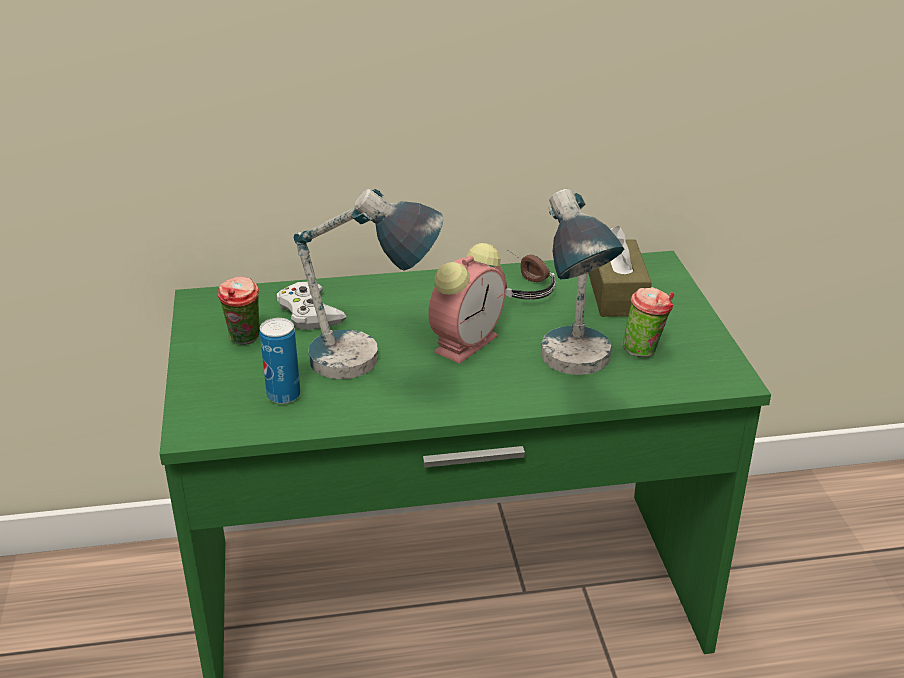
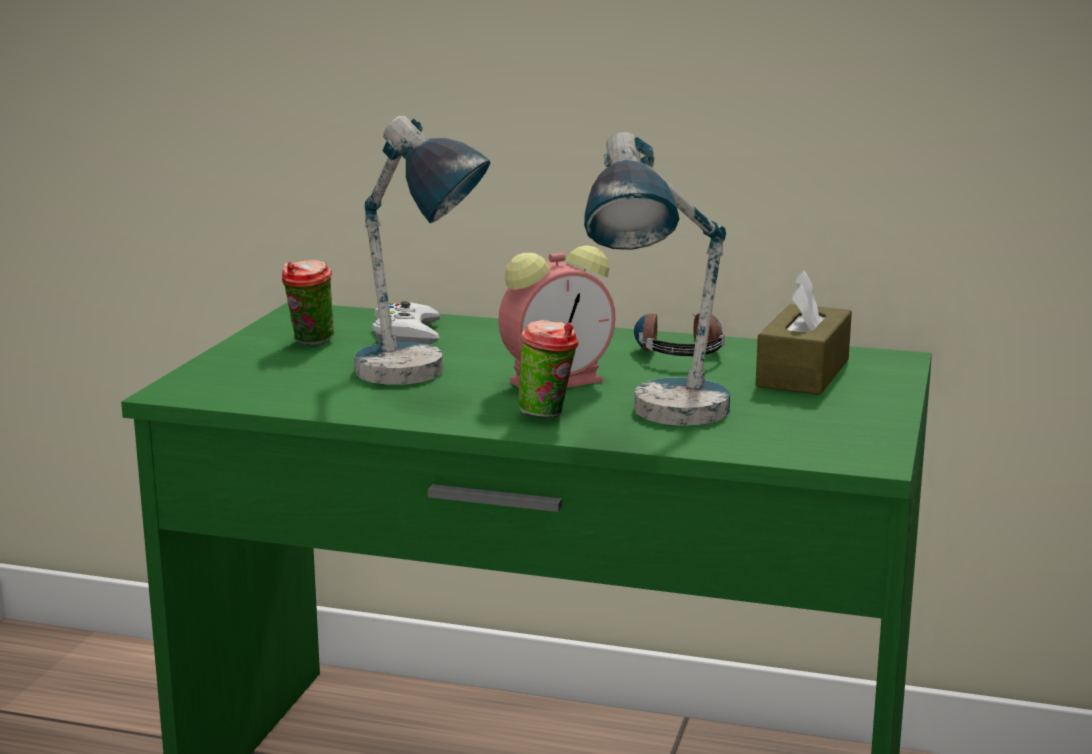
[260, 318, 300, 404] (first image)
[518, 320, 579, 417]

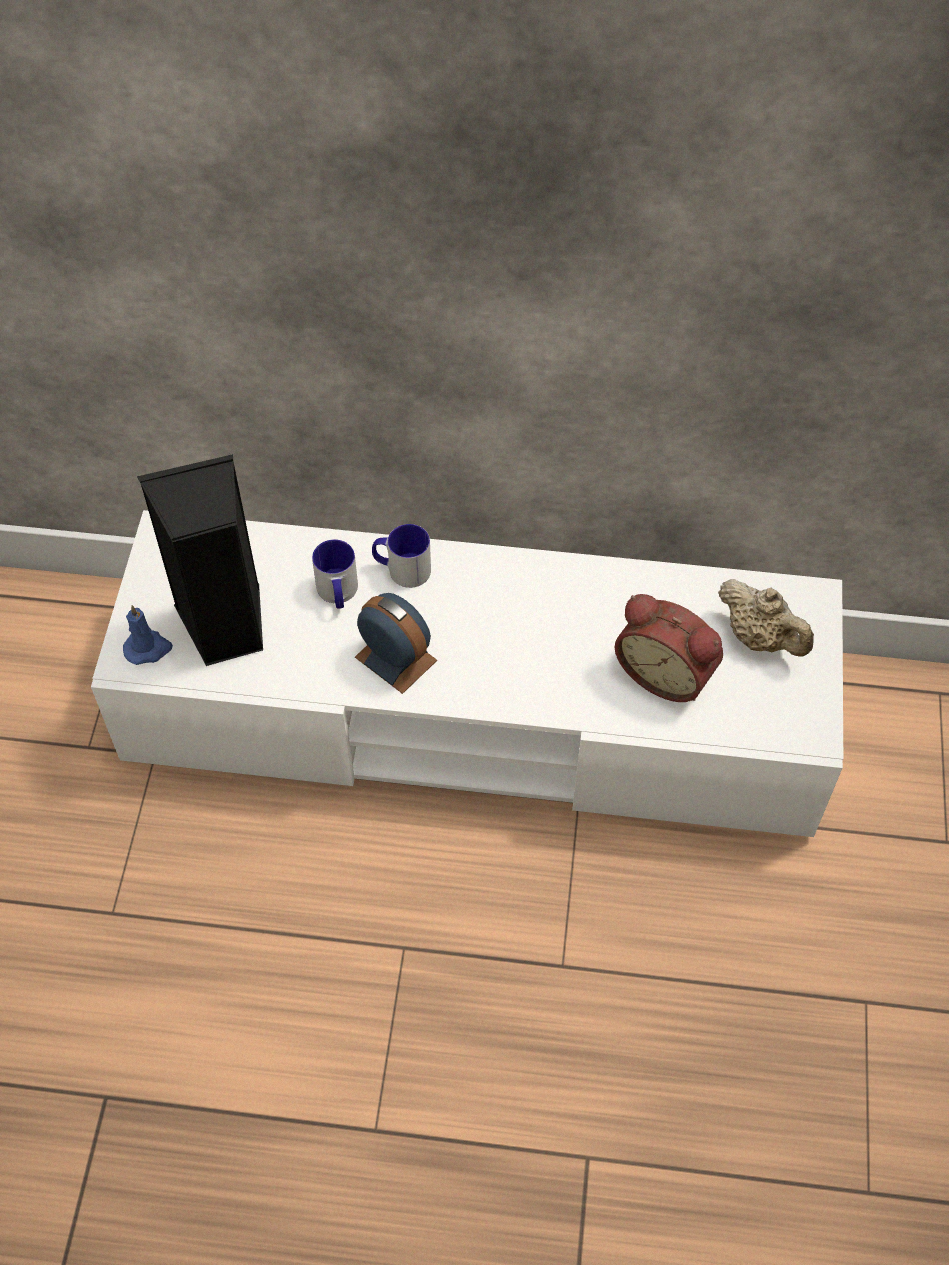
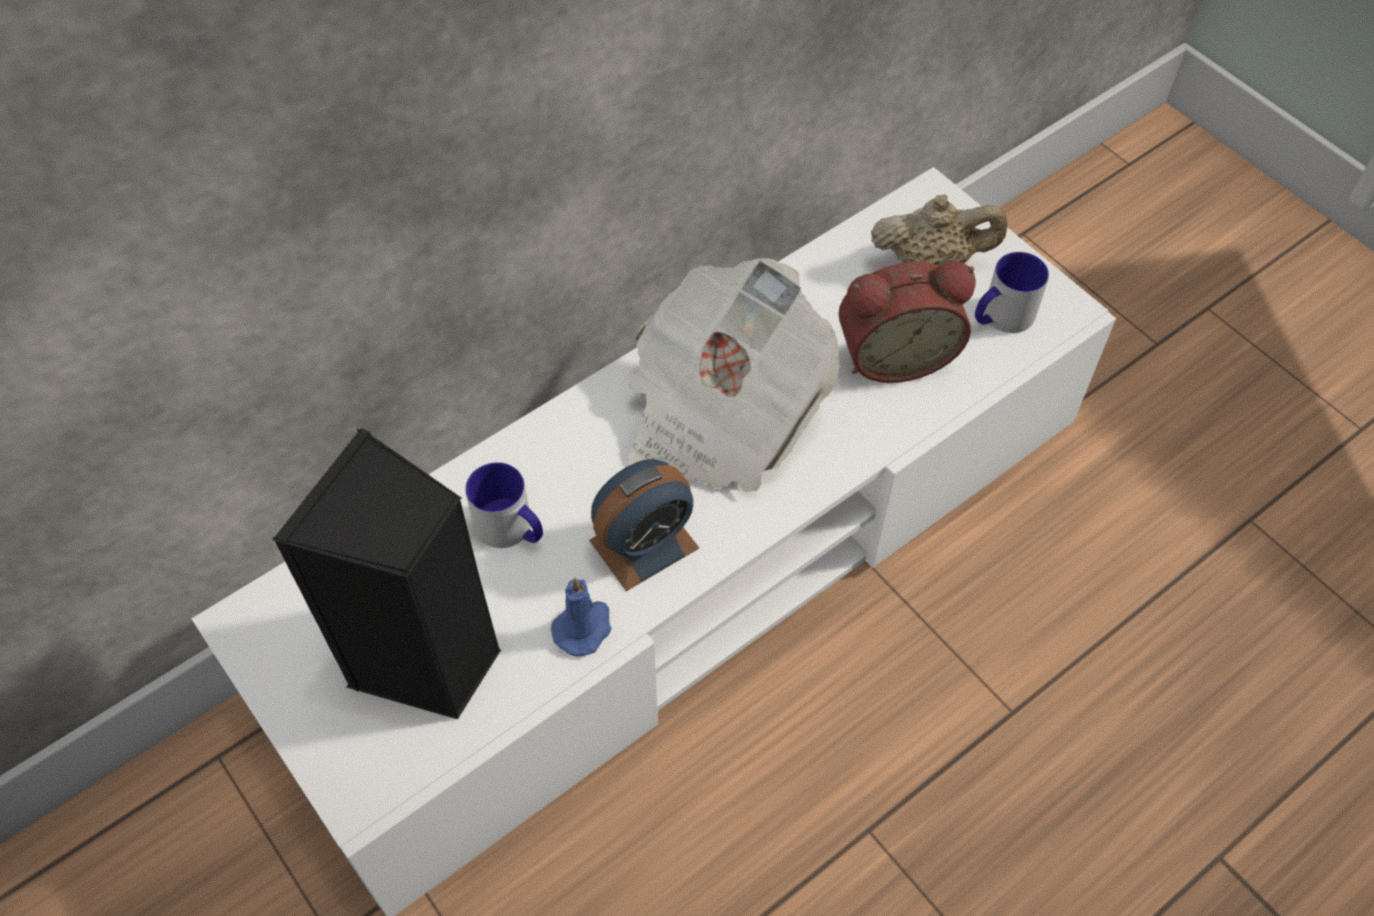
[629, 258, 840, 492]
[551, 578, 612, 657]
[975, 252, 1049, 333]
[589, 459, 699, 591]

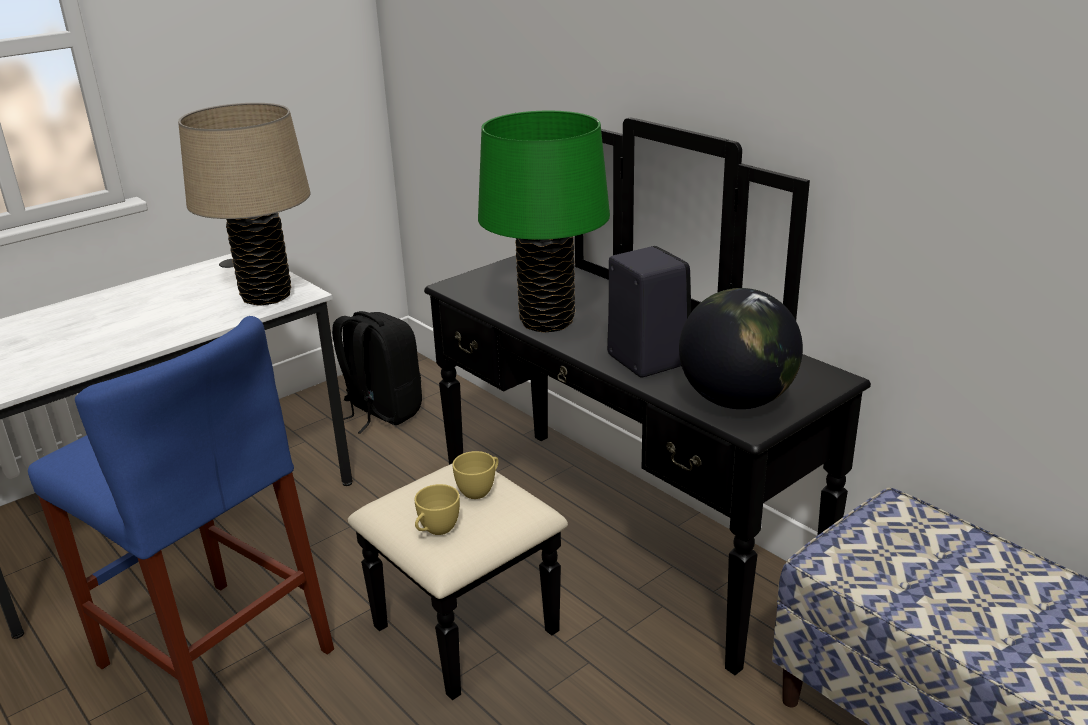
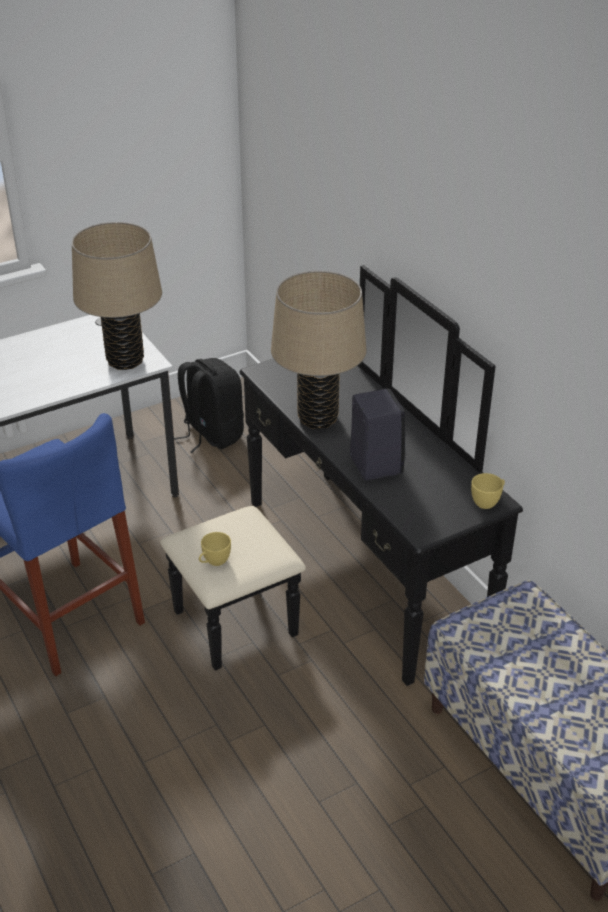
[679, 288, 803, 409] (first image)
[471, 473, 505, 509]
[271, 271, 367, 429]

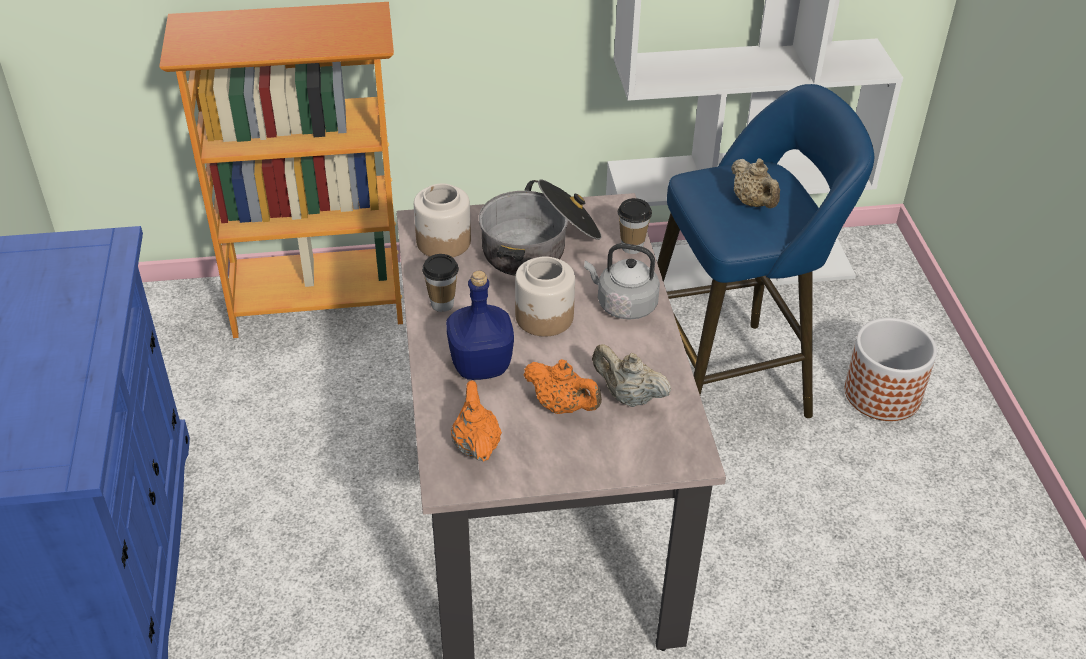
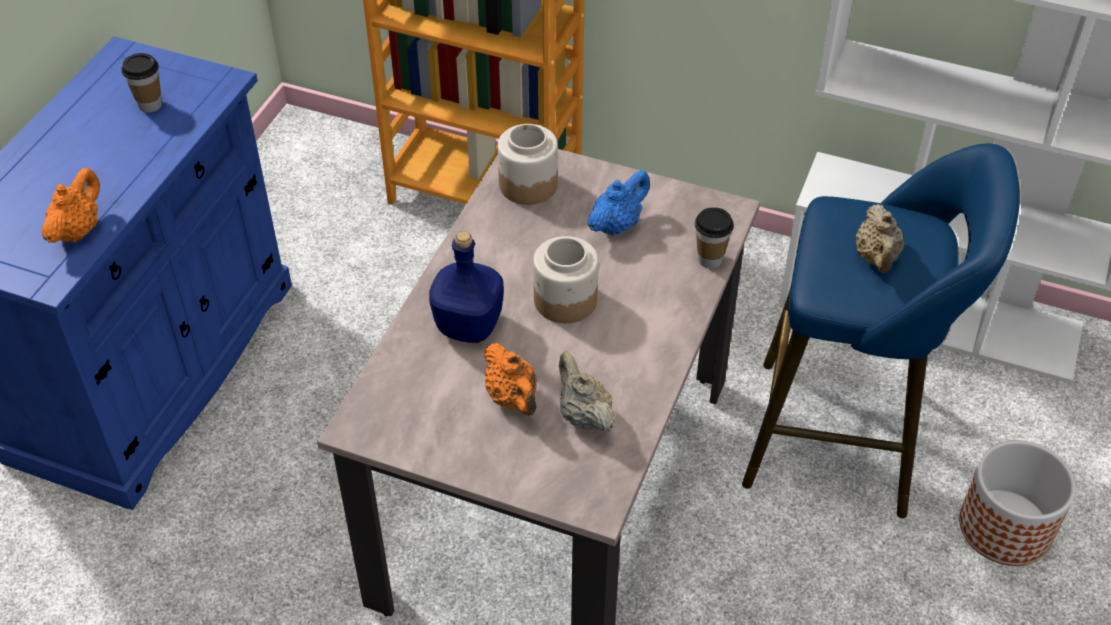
[584, 243, 660, 320] (first image)
[121, 53, 162, 113]
[42, 168, 100, 243]
[587, 170, 650, 236]

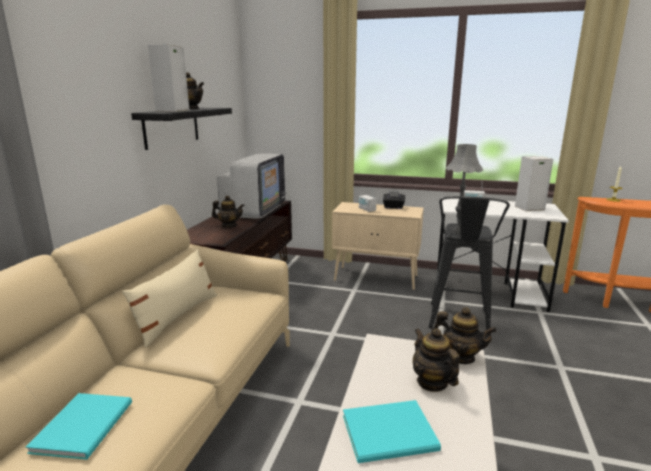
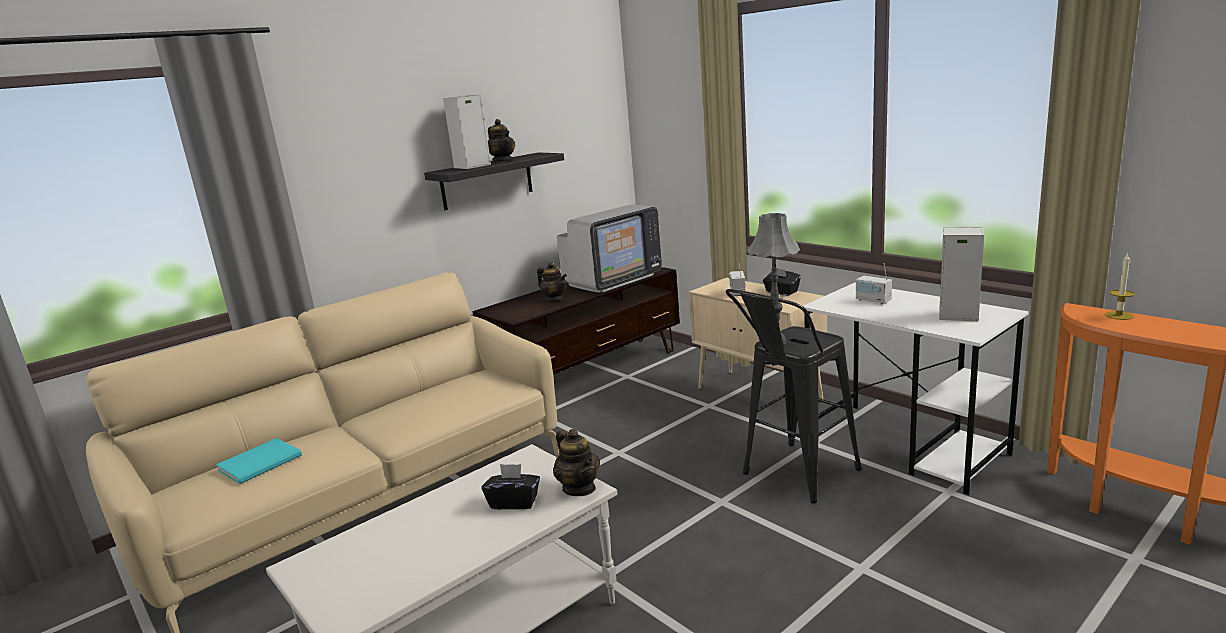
[122, 249, 217, 348] (first image)
[343, 400, 441, 463] (first image)
[482, 464, 540, 509]

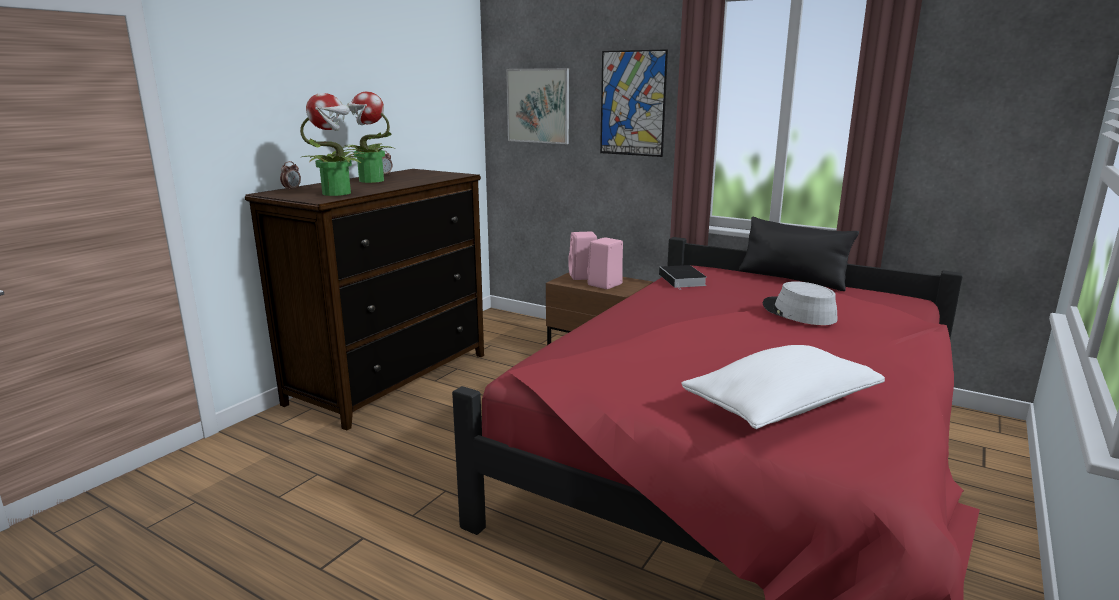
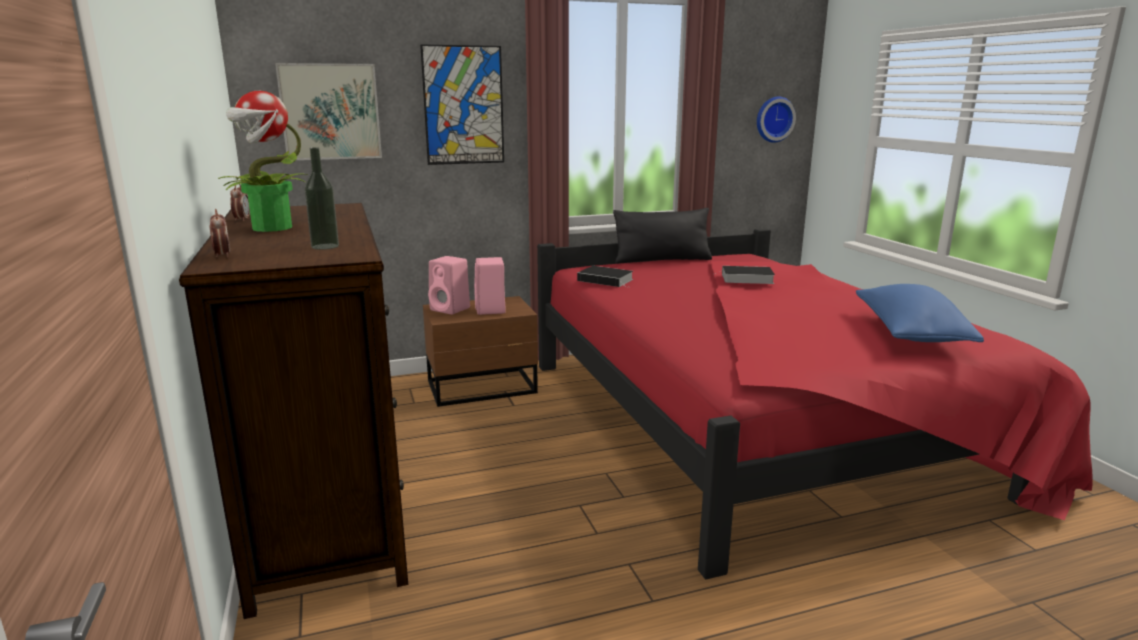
[757, 96, 796, 143]
[305, 147, 339, 250]
[715, 266, 775, 284]
[856, 284, 984, 342]

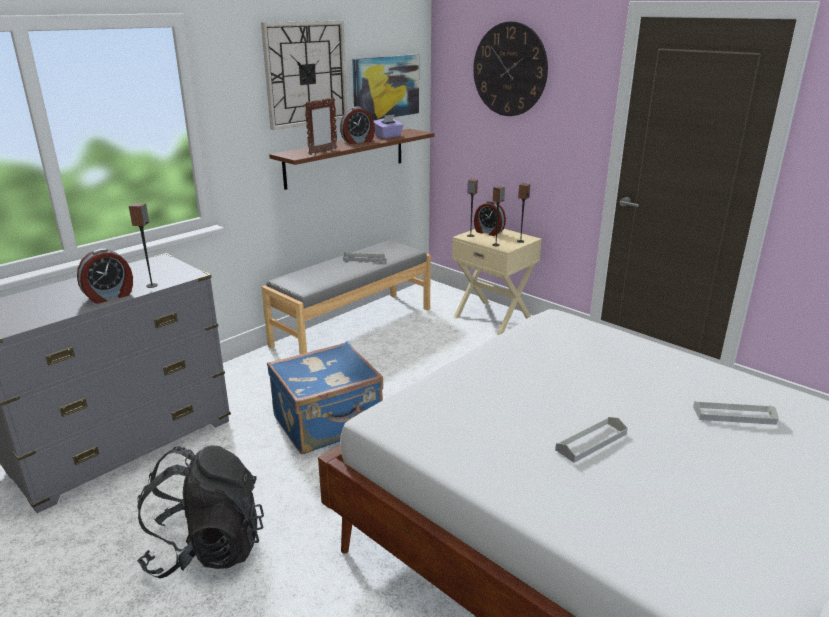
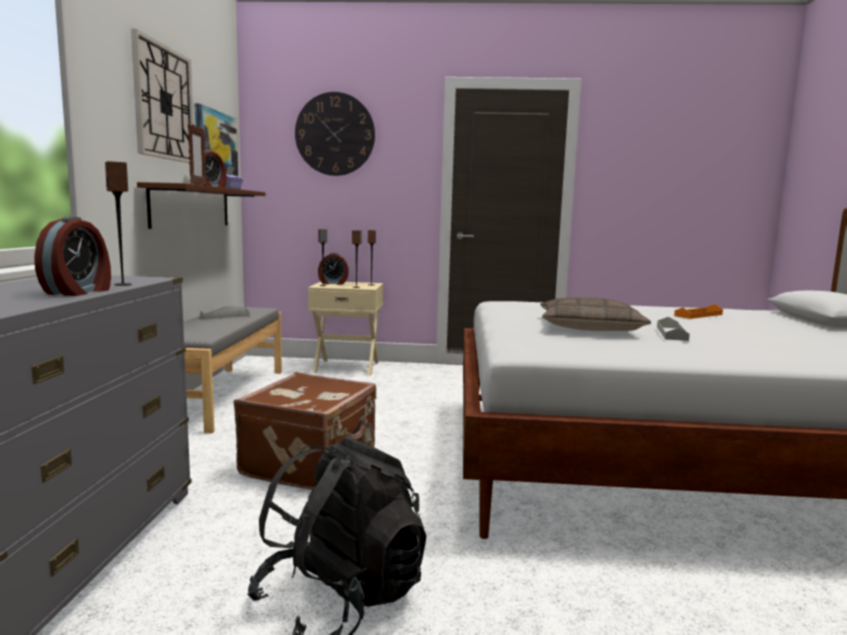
[540, 297, 651, 331]
[233, 372, 376, 490]
[674, 304, 723, 319]

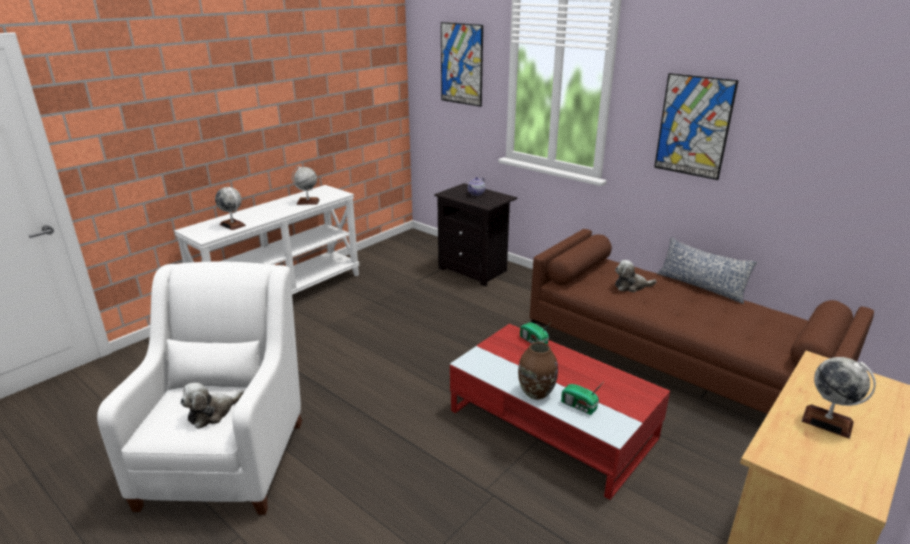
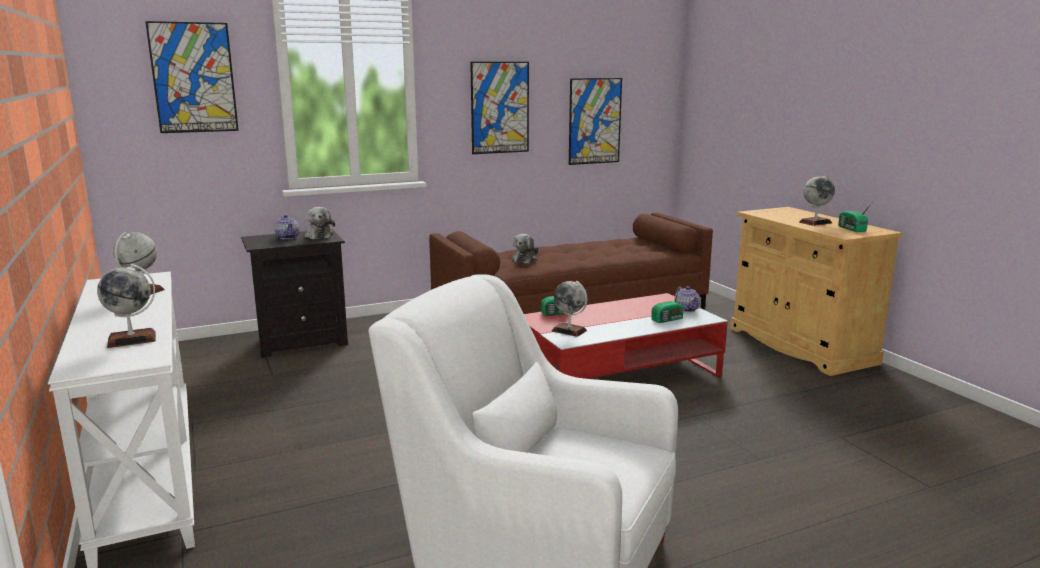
[518, 342, 558, 400] (first image)
[656, 237, 757, 304] (first image)
[552, 281, 587, 337]
[569, 78, 622, 165]
[674, 286, 700, 312]
[838, 203, 872, 232]
[304, 207, 335, 239]

